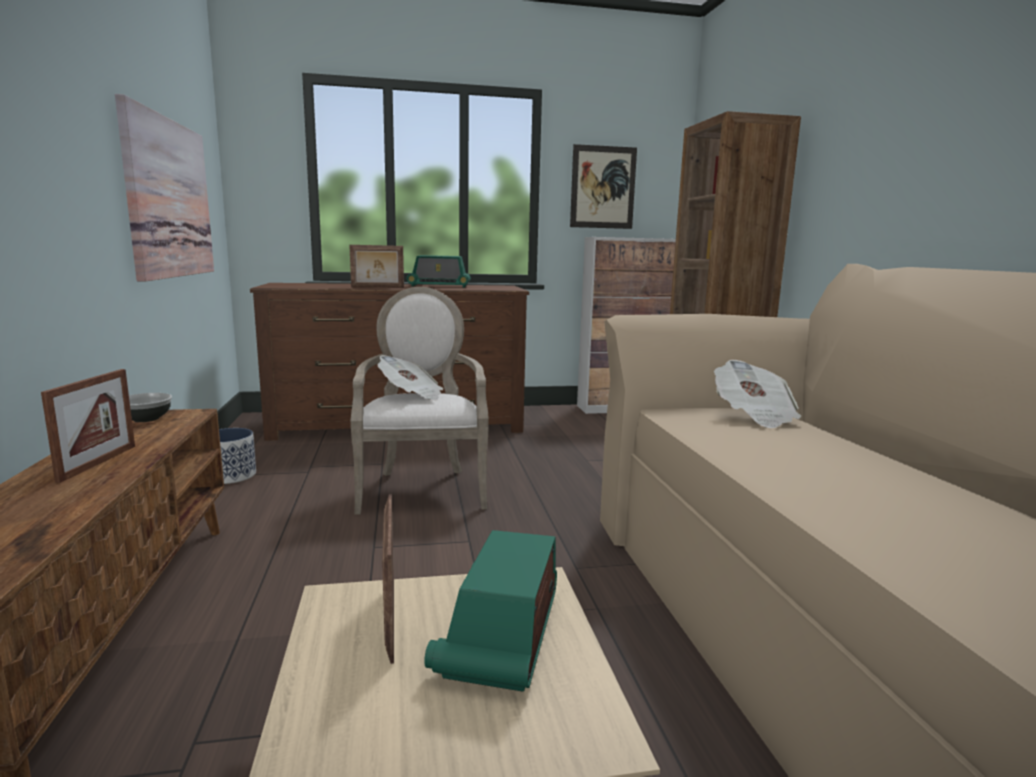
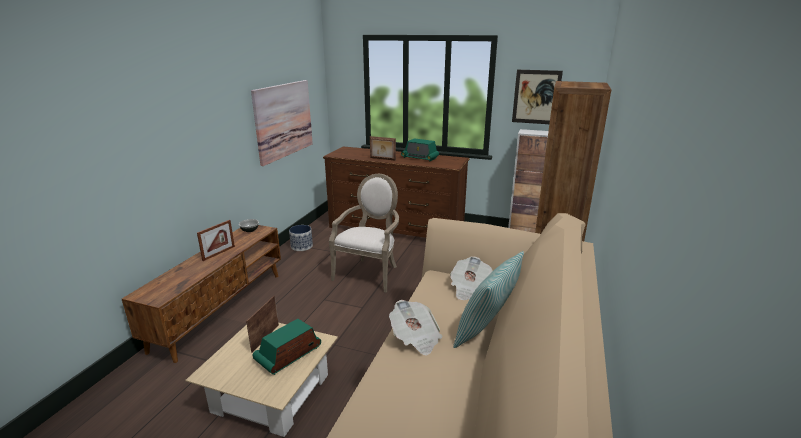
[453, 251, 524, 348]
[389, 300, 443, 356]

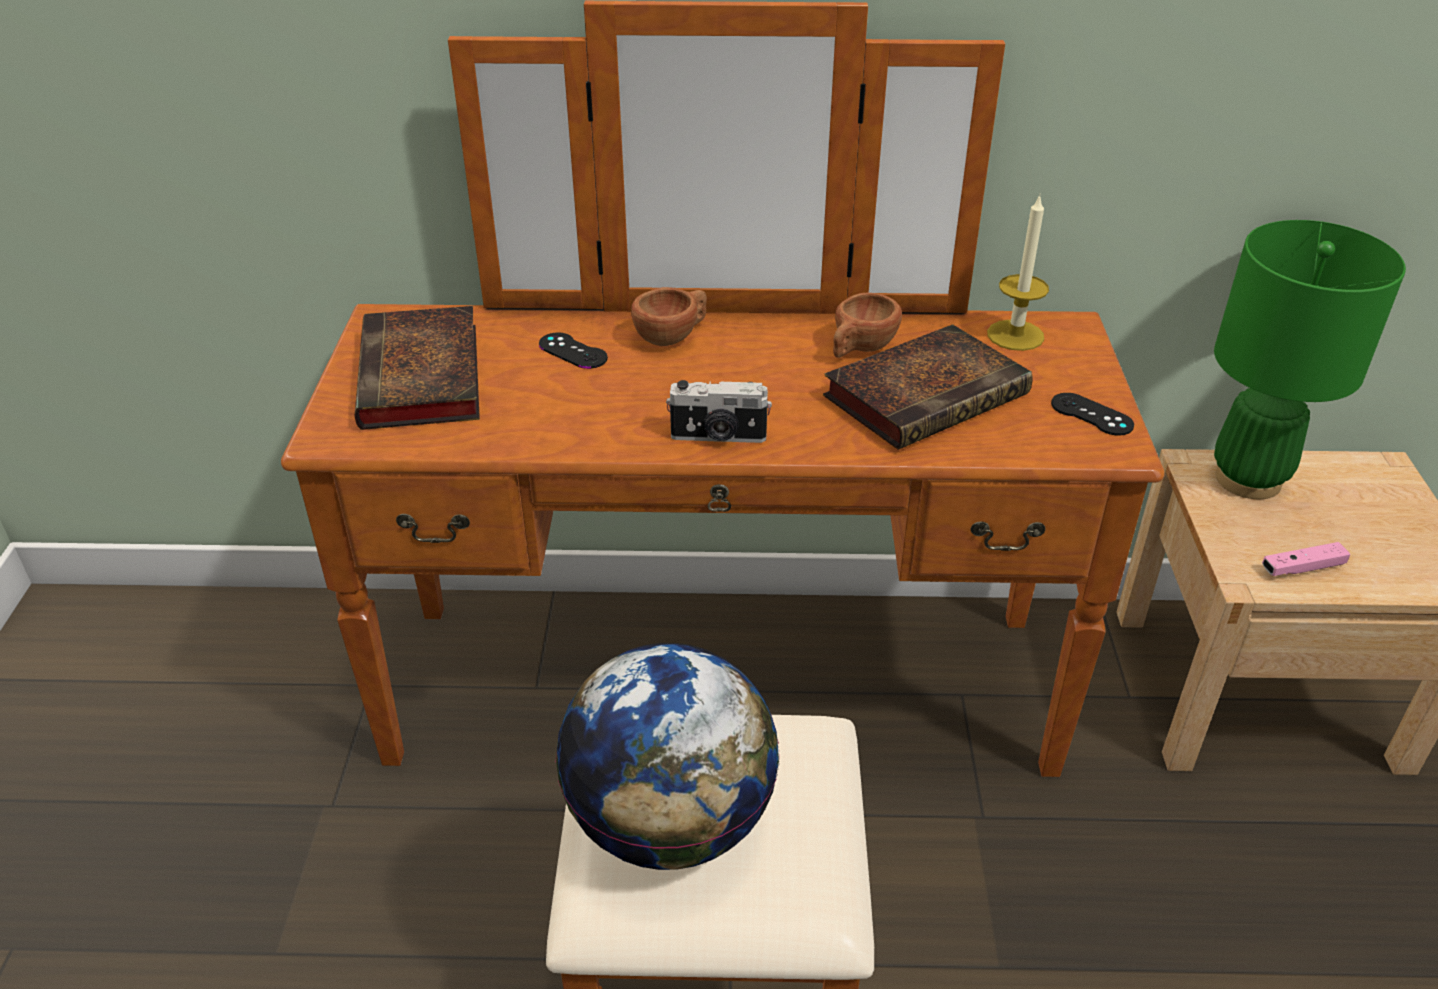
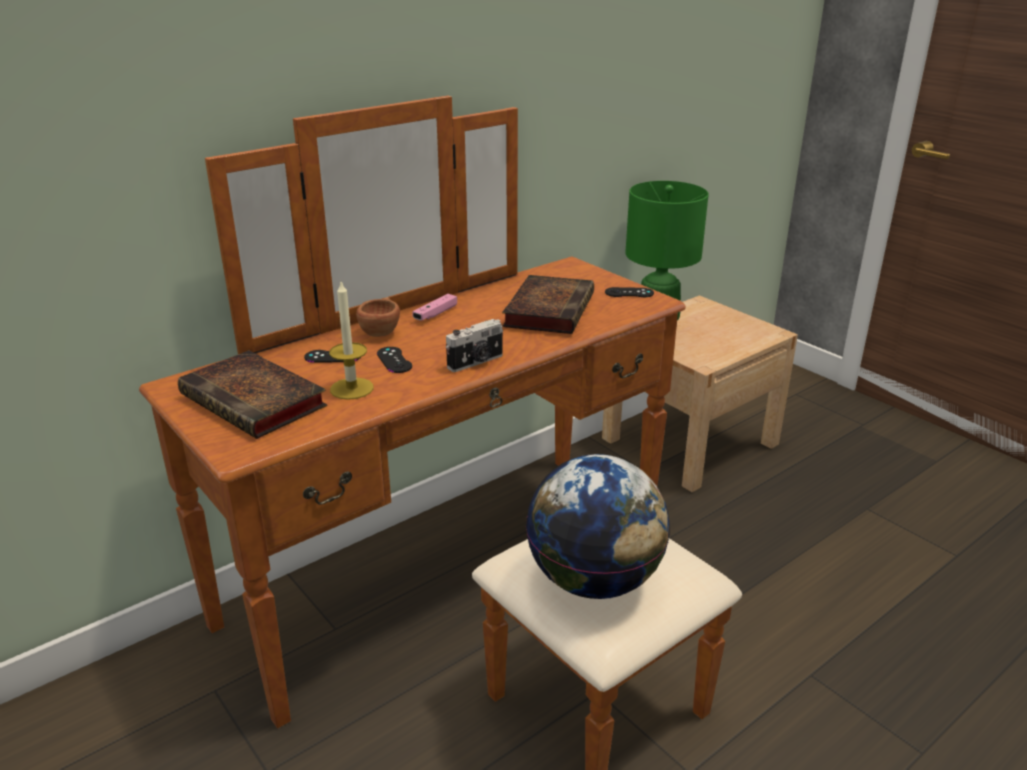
[833, 293, 902, 358] (first image)
[377, 347, 412, 373]
[329, 282, 374, 400]
[413, 294, 457, 321]

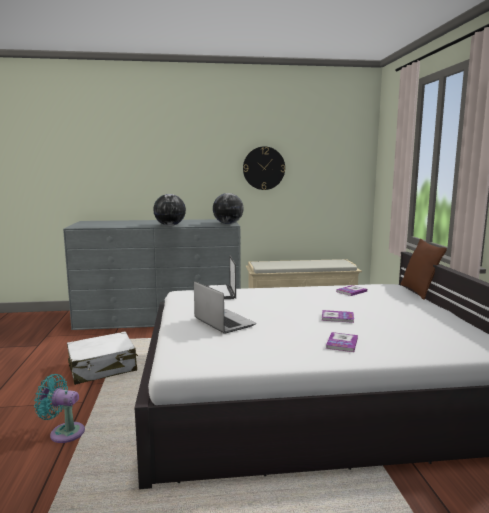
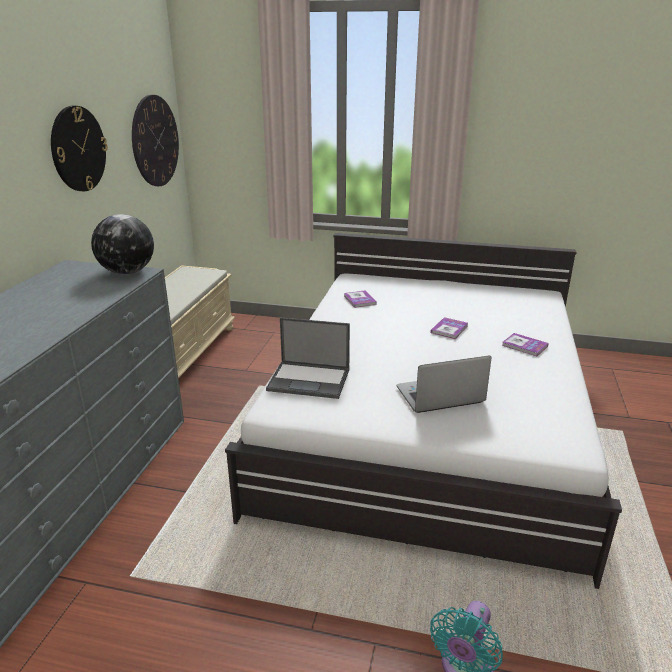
[67, 332, 138, 385] (first image)
[153, 194, 186, 226] (first image)
[401, 239, 447, 300] (first image)
[132, 95, 179, 186]

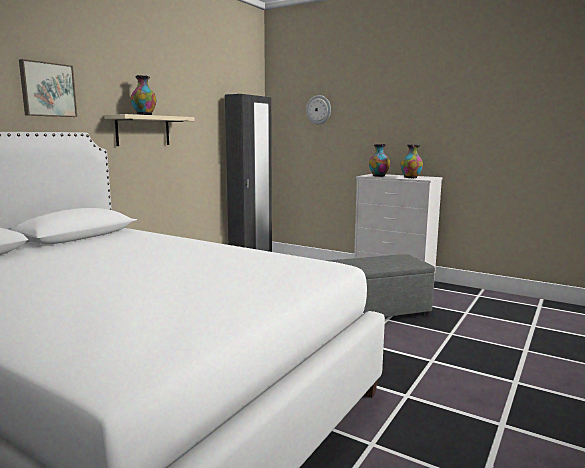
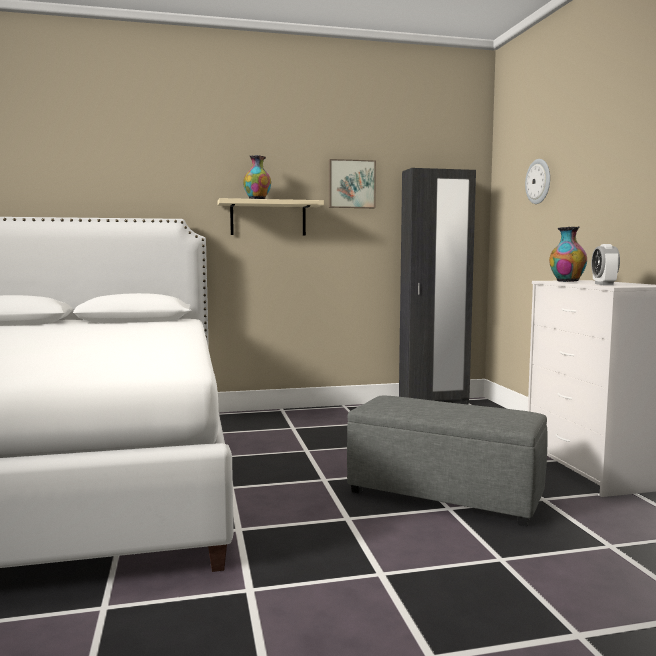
[329, 159, 376, 208]
[591, 244, 620, 285]

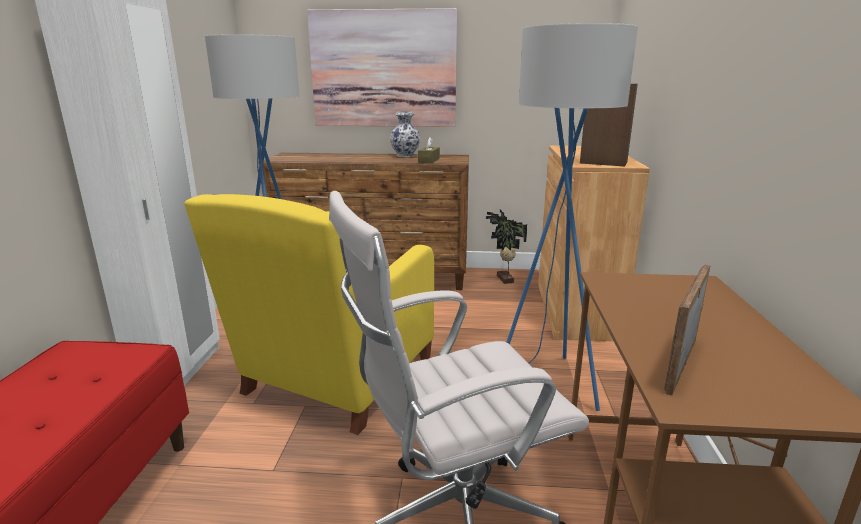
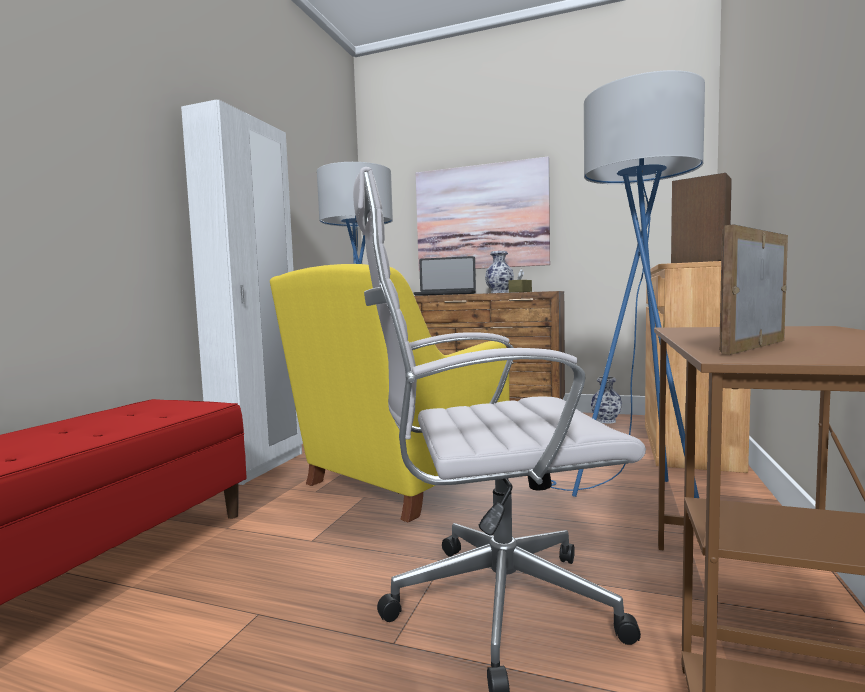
[414, 256, 476, 296]
[591, 377, 622, 424]

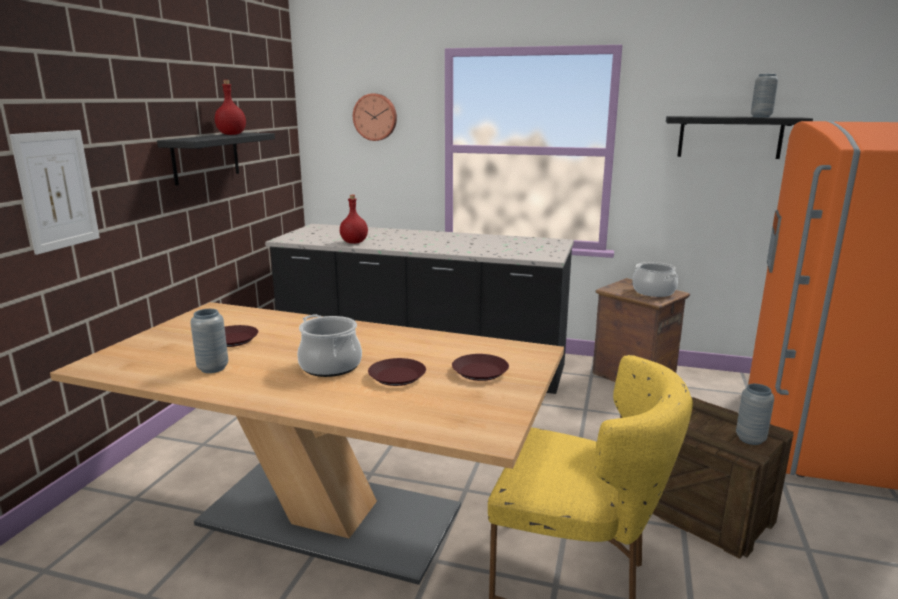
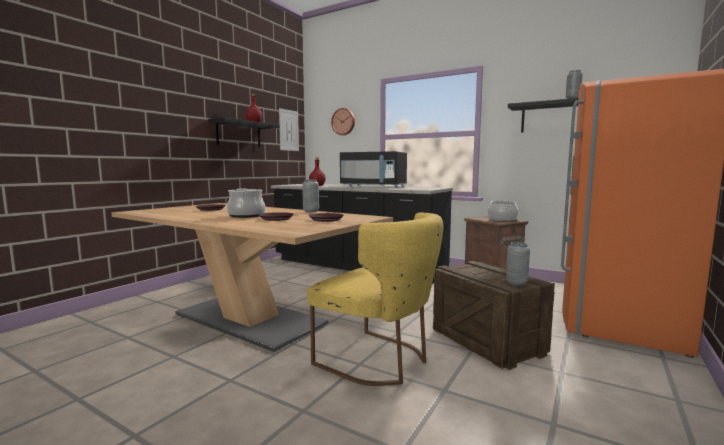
[340, 151, 407, 188]
[279, 108, 299, 151]
[302, 180, 319, 212]

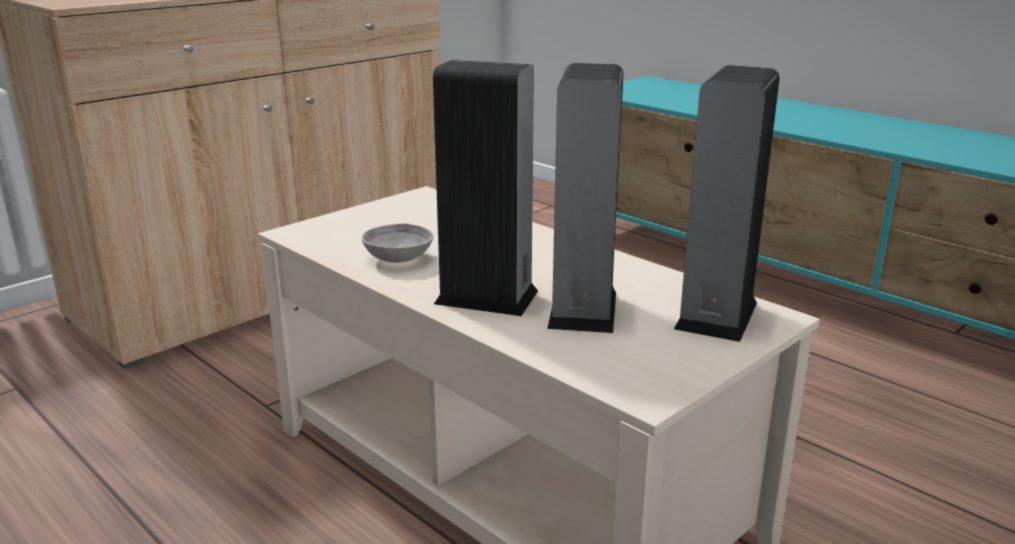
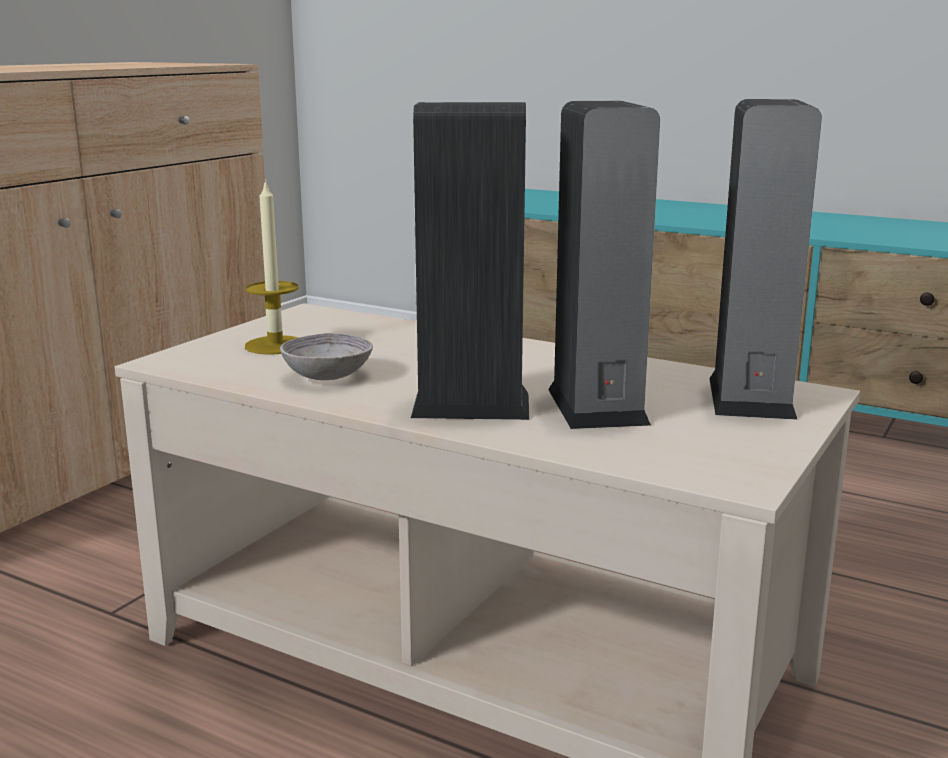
[245, 179, 299, 355]

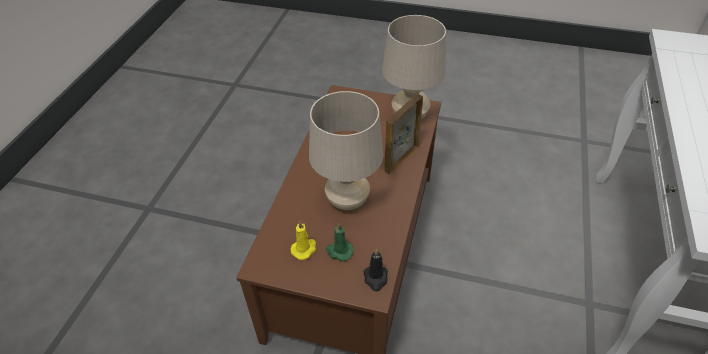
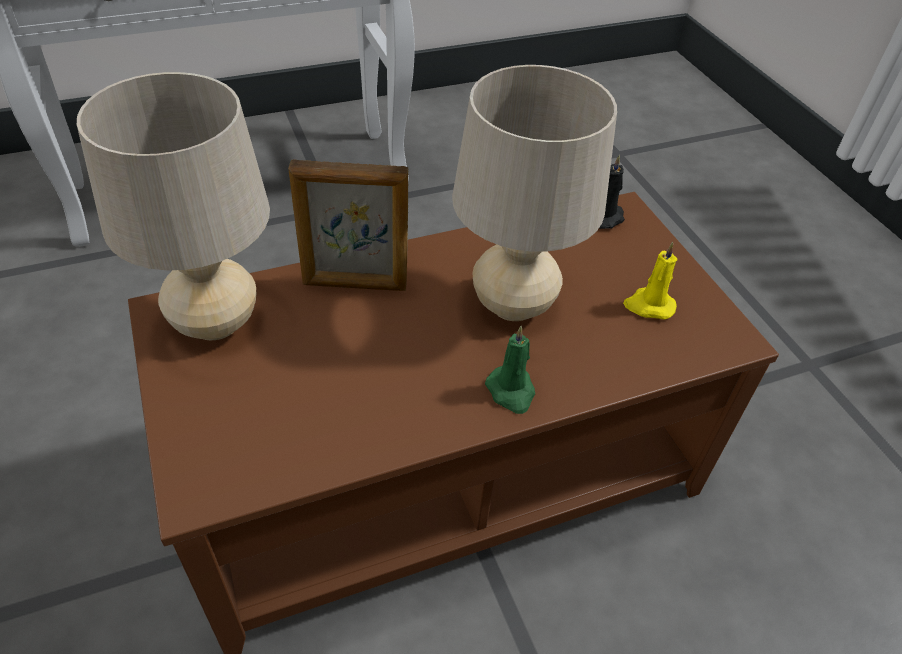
[485, 326, 535, 414]

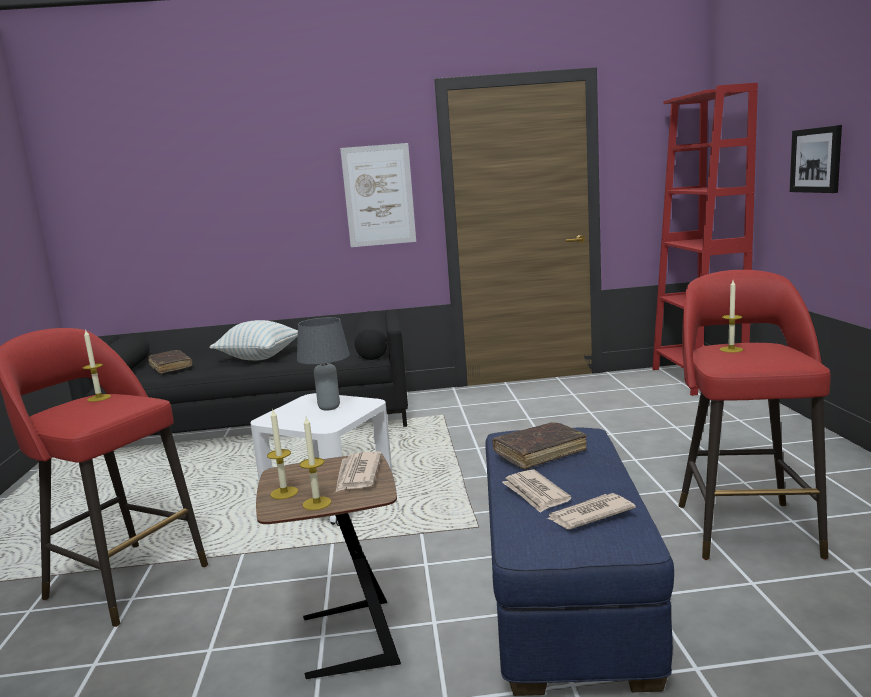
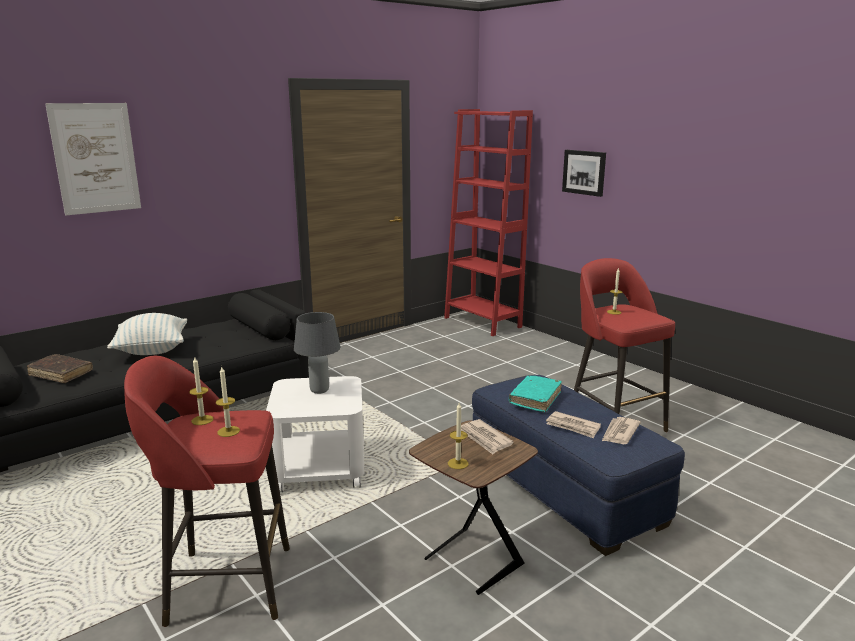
[216, 367, 240, 437]
[45, 103, 141, 216]
[509, 376, 562, 412]

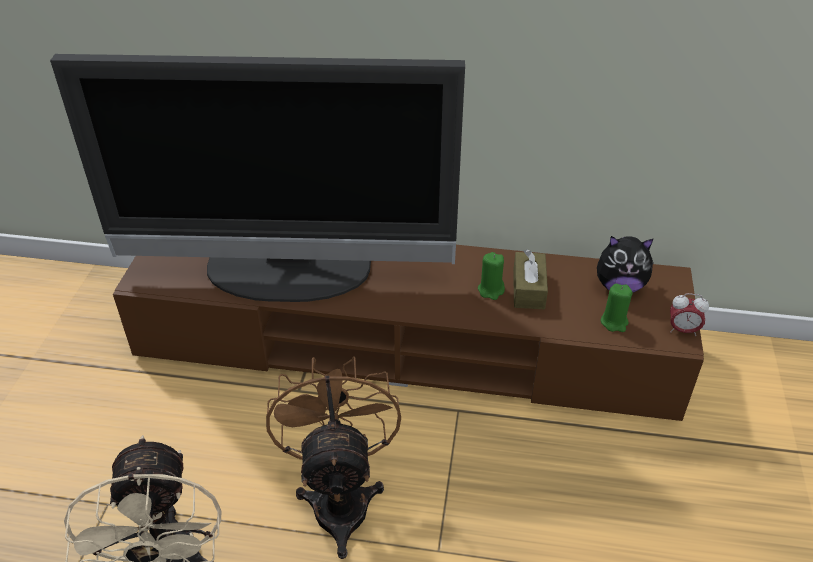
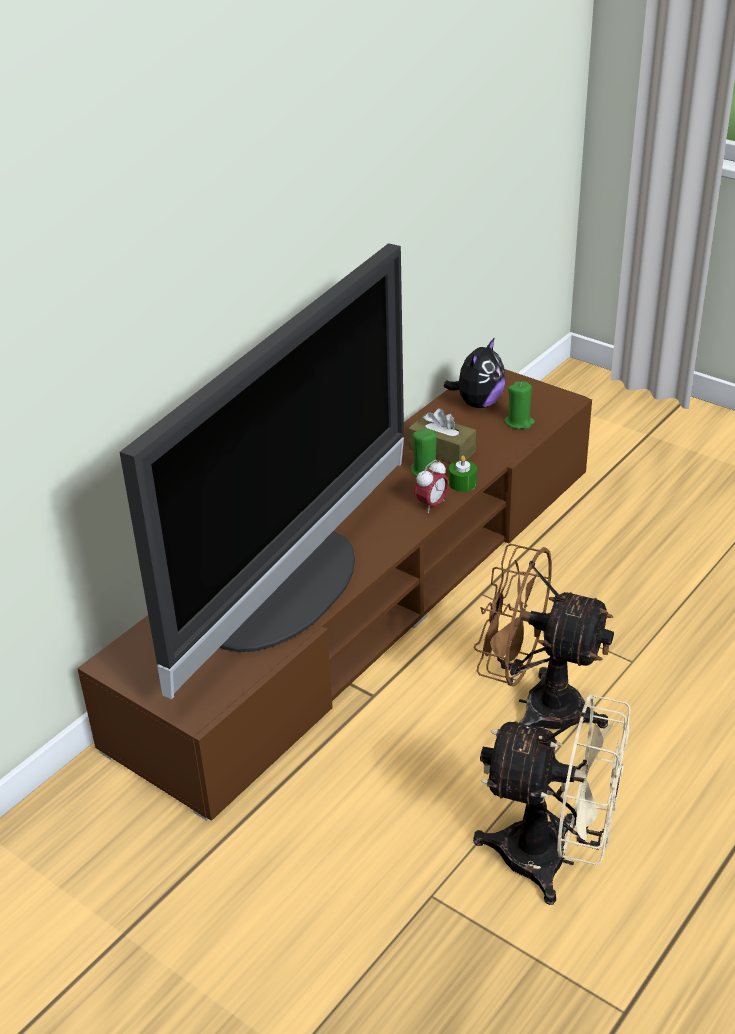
[449, 456, 477, 492]
[414, 460, 449, 513]

